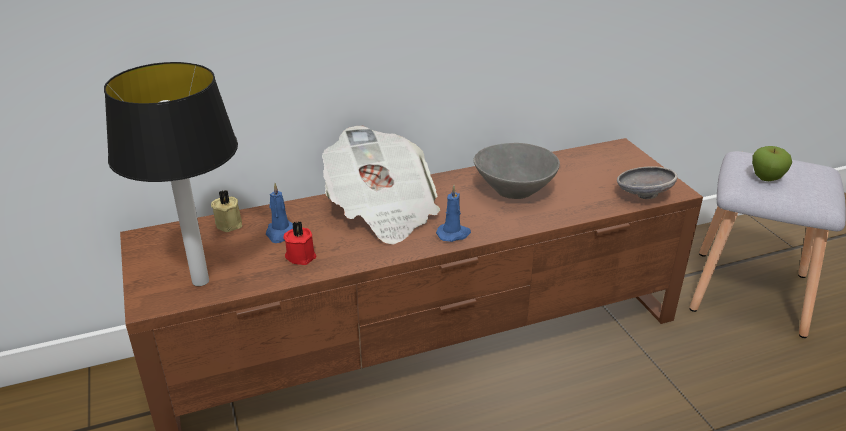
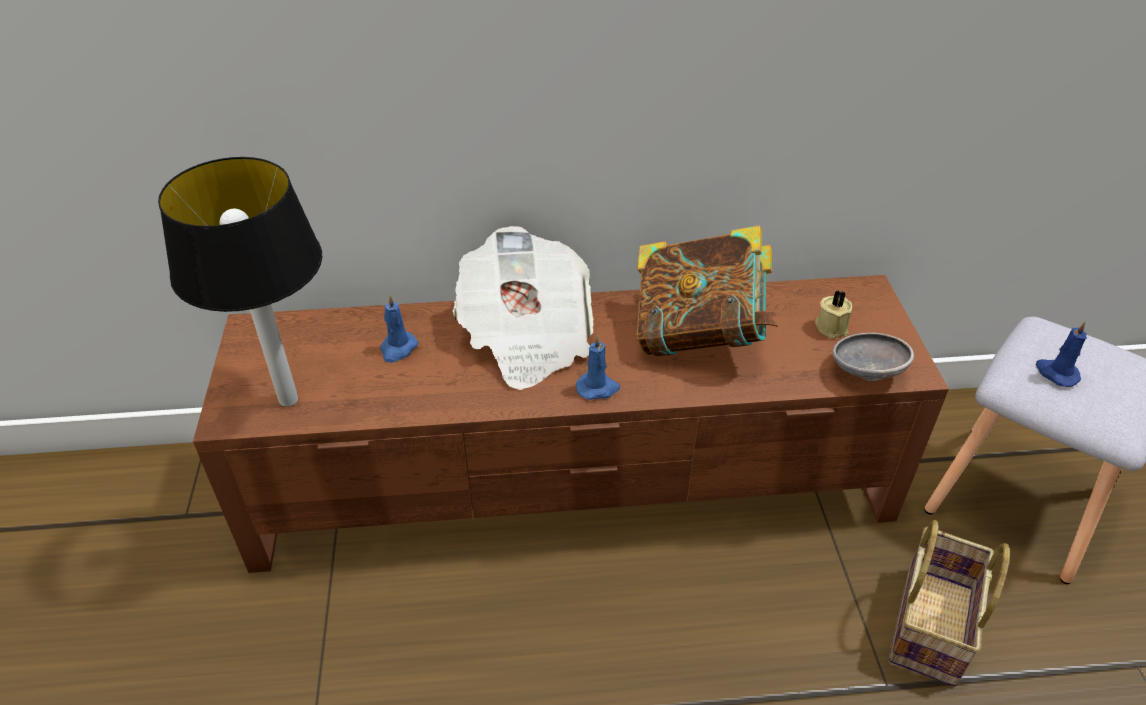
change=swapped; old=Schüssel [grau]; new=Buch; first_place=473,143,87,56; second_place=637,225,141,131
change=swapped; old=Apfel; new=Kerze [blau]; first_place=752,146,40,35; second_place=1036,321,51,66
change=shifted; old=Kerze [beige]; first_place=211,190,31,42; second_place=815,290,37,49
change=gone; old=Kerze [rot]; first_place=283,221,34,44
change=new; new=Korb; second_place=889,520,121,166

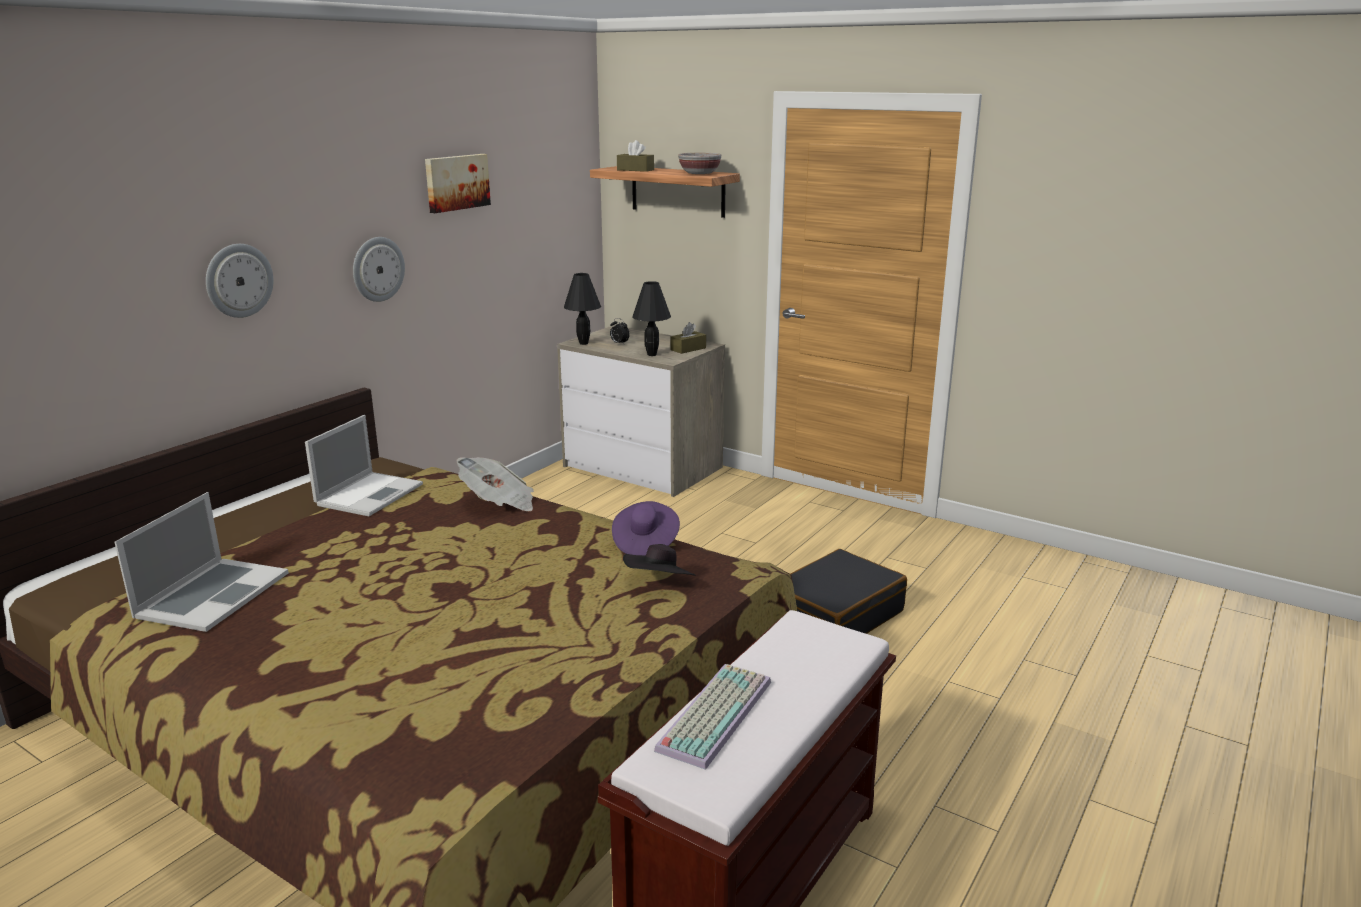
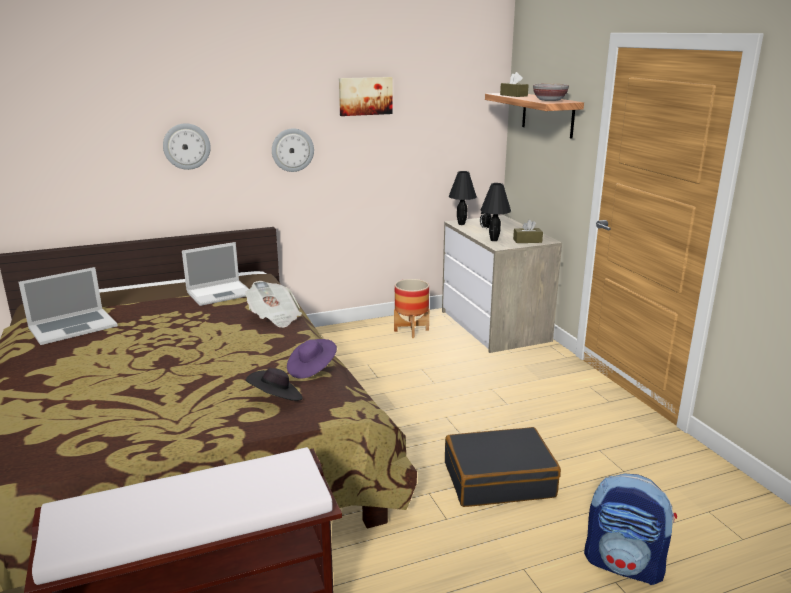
change=gone; old=Tastatur; first_place=654,664,117,106
change=new; new=Pflanzkübel; second_place=394,279,36,59
change=new; new=Rucksack; second_place=584,474,93,111

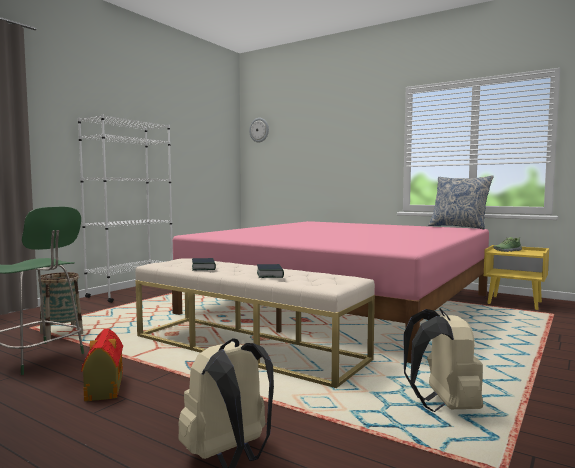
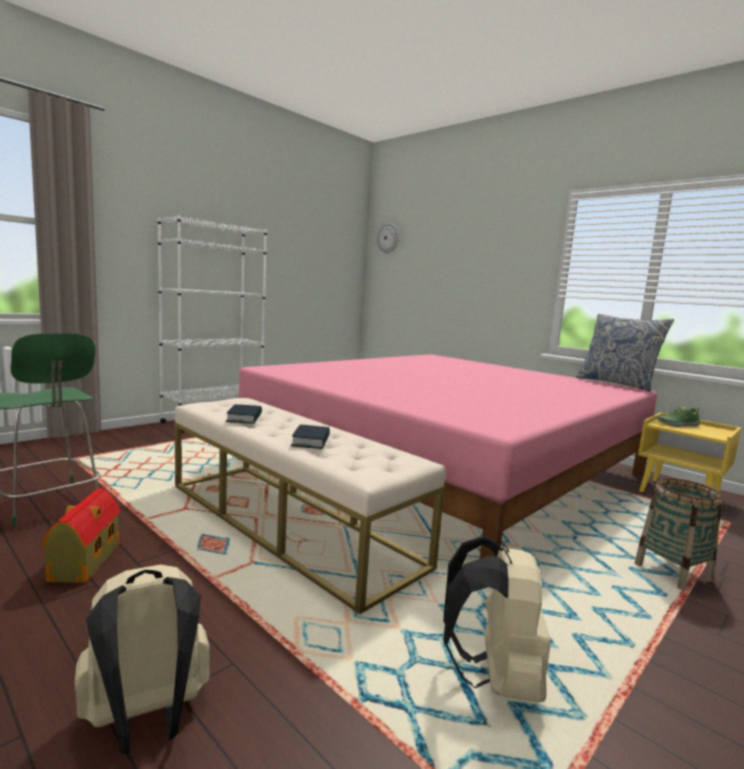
change=shifted; old=Korb; first_place=38,272,45,69; second_place=634,478,88,112

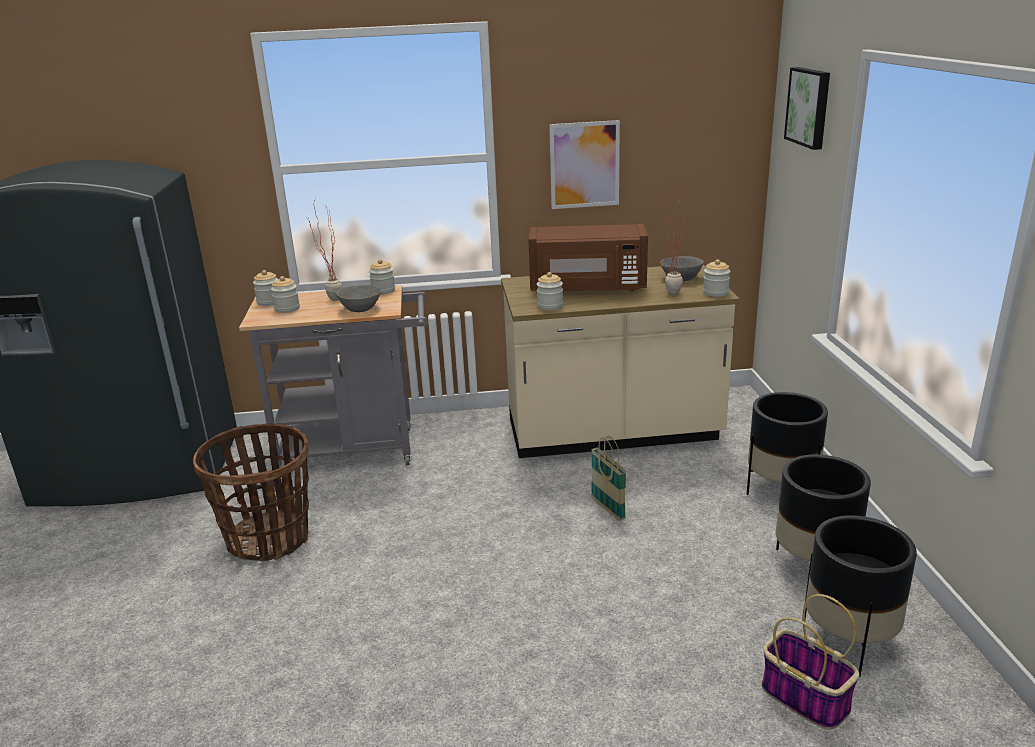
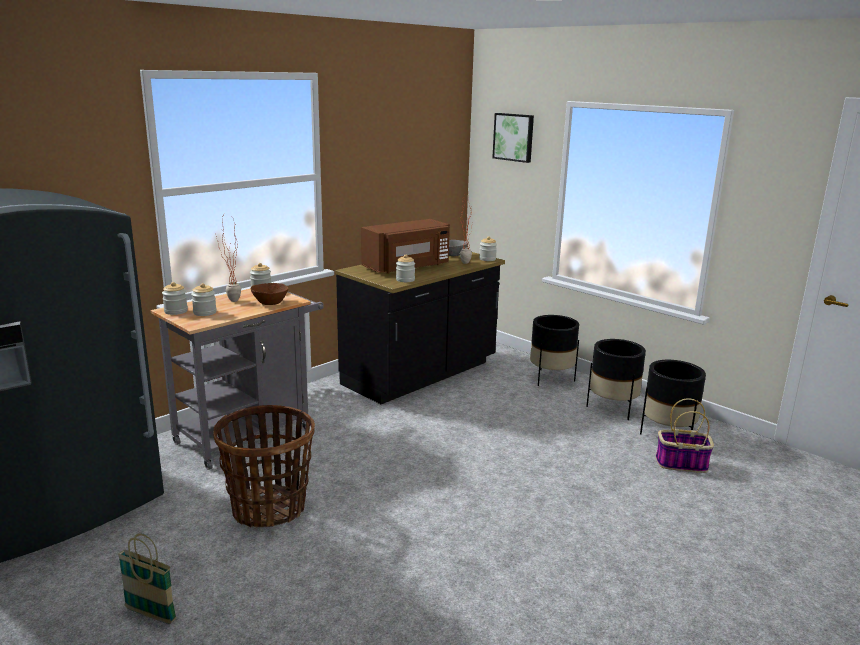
change=gone; old=Bild; first_place=549,120,71,89
change=repainted; old=Küchenzeile [beige]; new=Küchenzeile [schwarz]; first_place=501,265,239,193; second_place=335,252,170,152
change=repainted; old=Schüssel [grau]; new=Schüssel [braun]; first_place=336,285,45,27; second_place=251,283,37,22
change=shifted; old=Korb; first_place=591,436,36,85; second_place=118,533,59,91

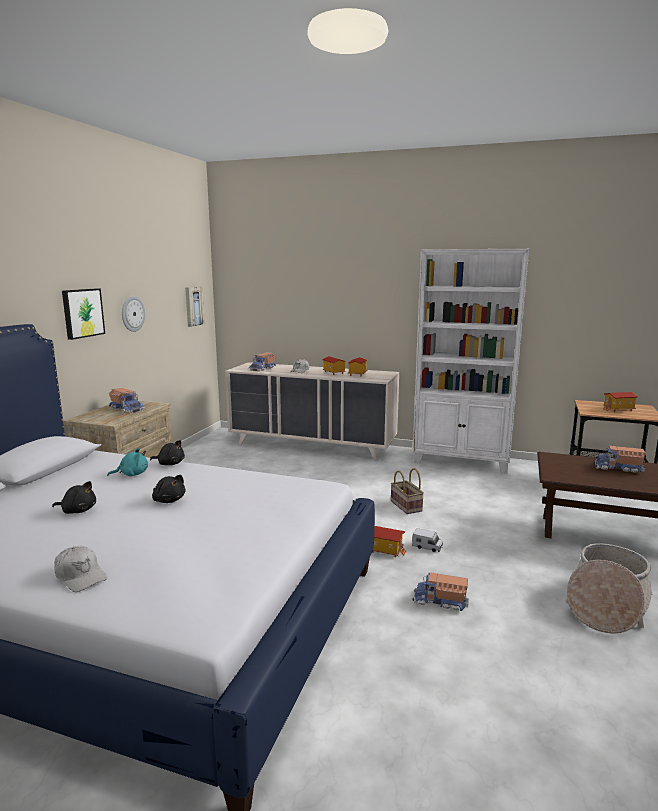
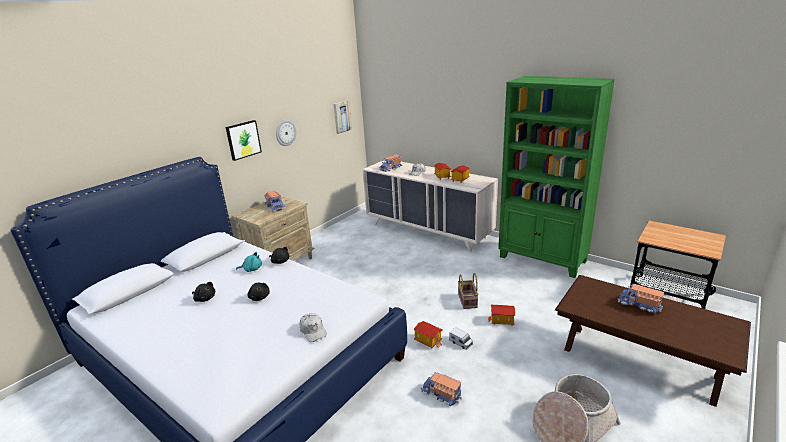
change=repainted; old=Bücherregal [weiß]; new=Bücherregal [grün]; first_place=413,249,116,225; second_place=498,76,117,202
change=shifted; old=Spielzeughaus; first_place=603,392,35,20; second_place=488,305,27,21
change=shifted; old=Kappe [weiß]; first_place=54,546,53,46; second_place=300,313,27,29

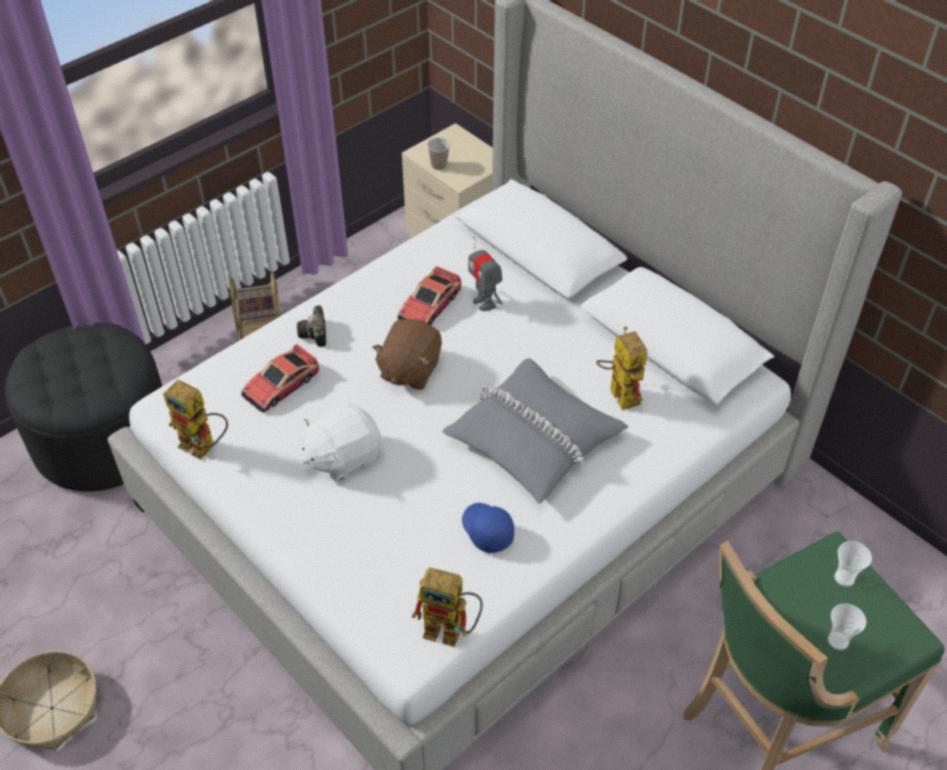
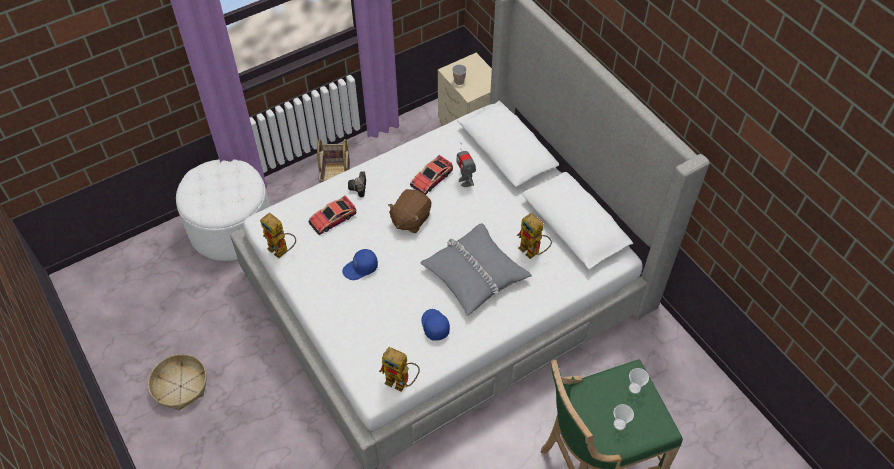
change=repainted; old=Polsterhocker [schwarz]; new=Polsterhocker [weiß]; first_place=5,323,157,169; second_place=176,159,94,102
change=rotated; old=Spielzeugroboter; first_place=596,326,51,84; second_place=517,213,35,46; degrees=150
change=swapped; old=Plüschtier [weiß]; new=Kappe [blau]; first_place=302,403,79,79; second_place=342,249,36,31

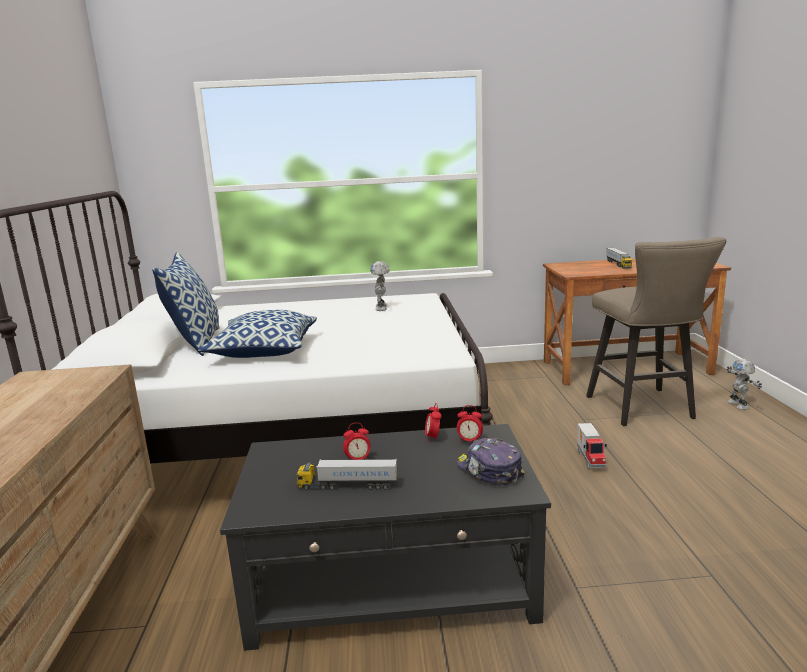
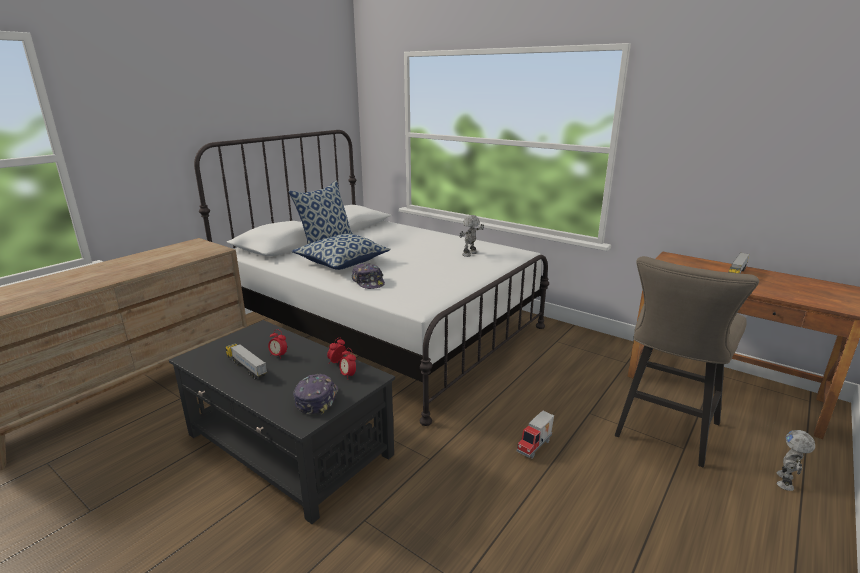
change=new; new=Kappe; second_place=352,263,33,26

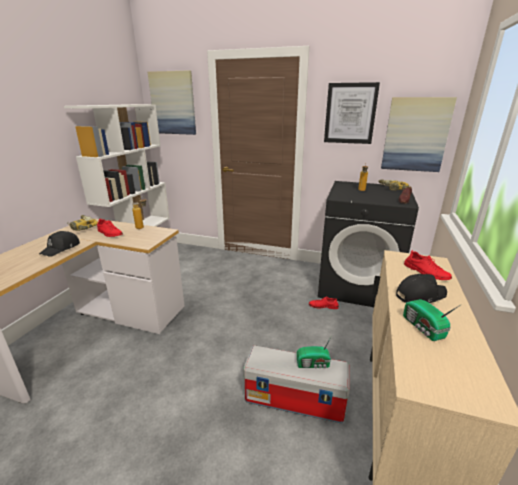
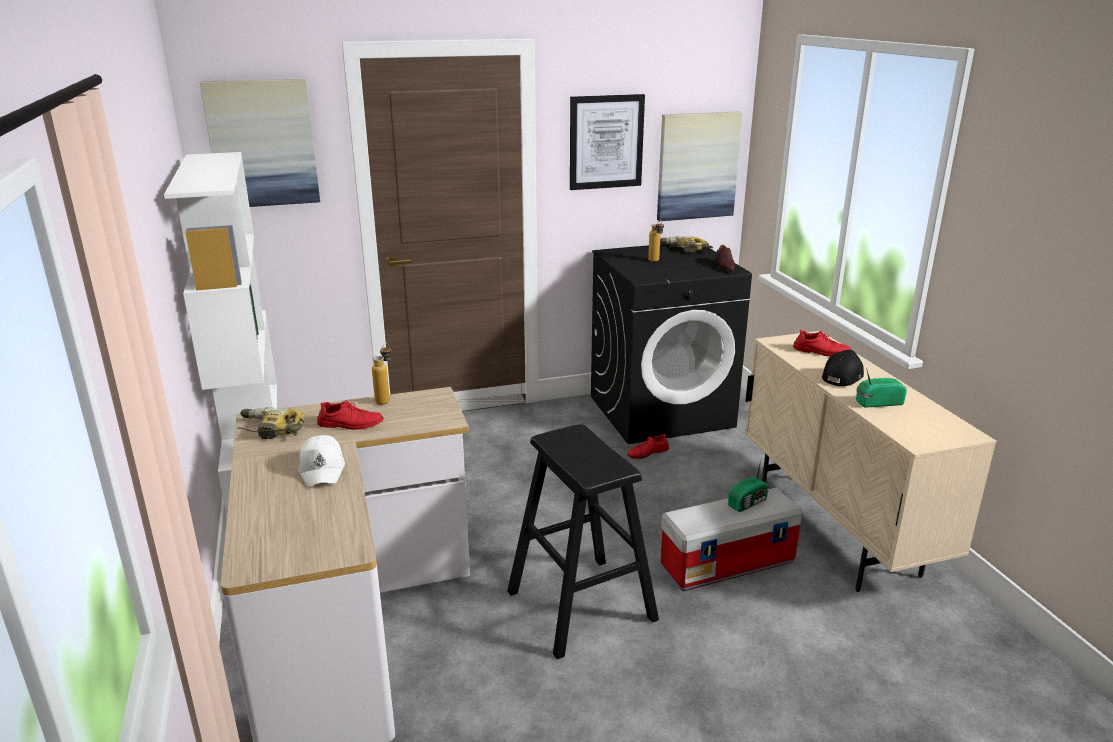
change=repainted; old=Kappe [schwarz]; new=Kappe [weiß]; first_place=39,231,41,26; second_place=299,435,46,52
change=rotated; old=Radio; first_place=403,299,59,42; second_place=856,368,51,40; degrees=135
change=new; new=Hocker [schwarz]; second_place=507,424,152,235

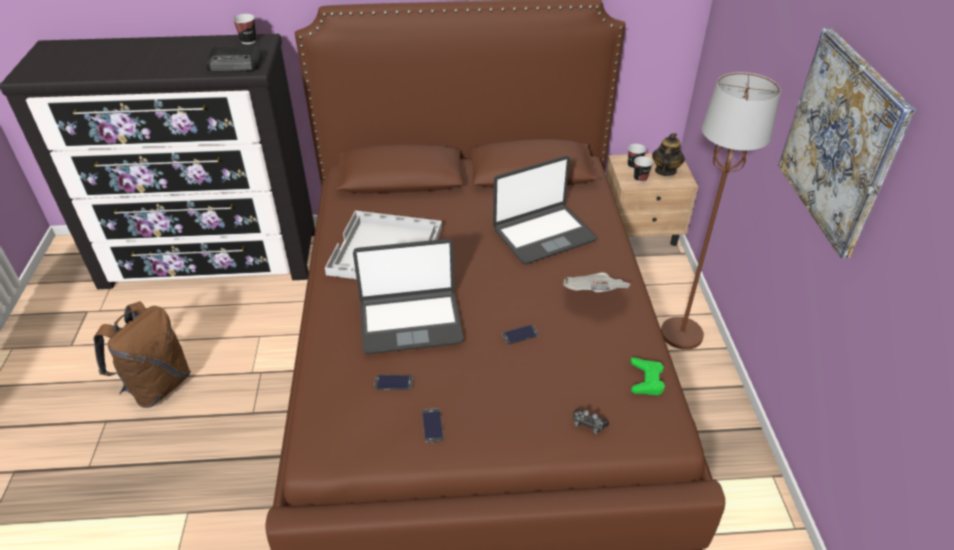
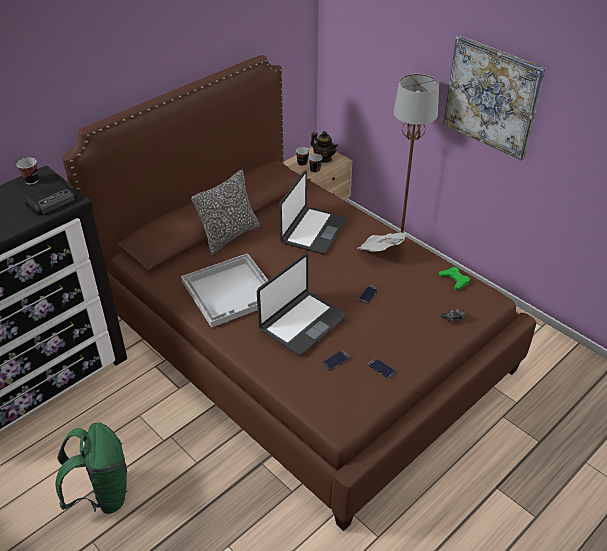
change=rotated; old=Teekanne; first_place=652,133,33,43; second_place=311,131,27,32; degrees=150
change=repainted; old=Rucksack [braun]; new=Rucksack [grün]; first_place=94,301,97,107; second_place=55,422,73,92
change=new; new=Kissen; second_place=191,170,69,85

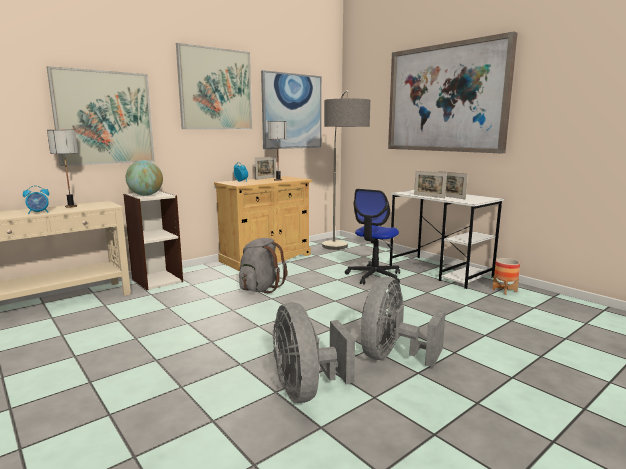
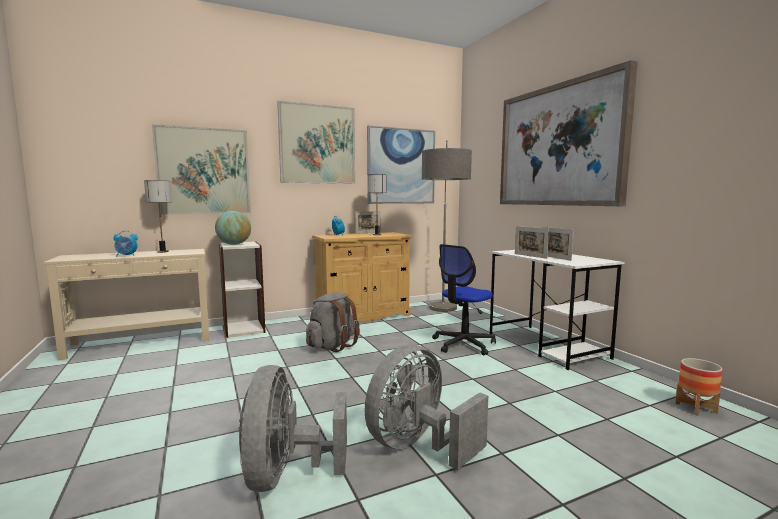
change=shifted; old=Pflanzkübel; first_place=492,258,28,37; second_place=675,358,47,58

